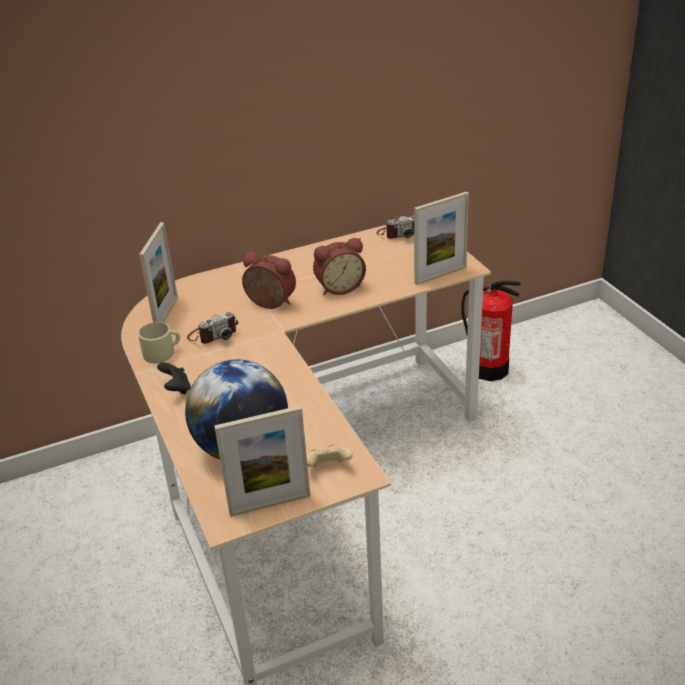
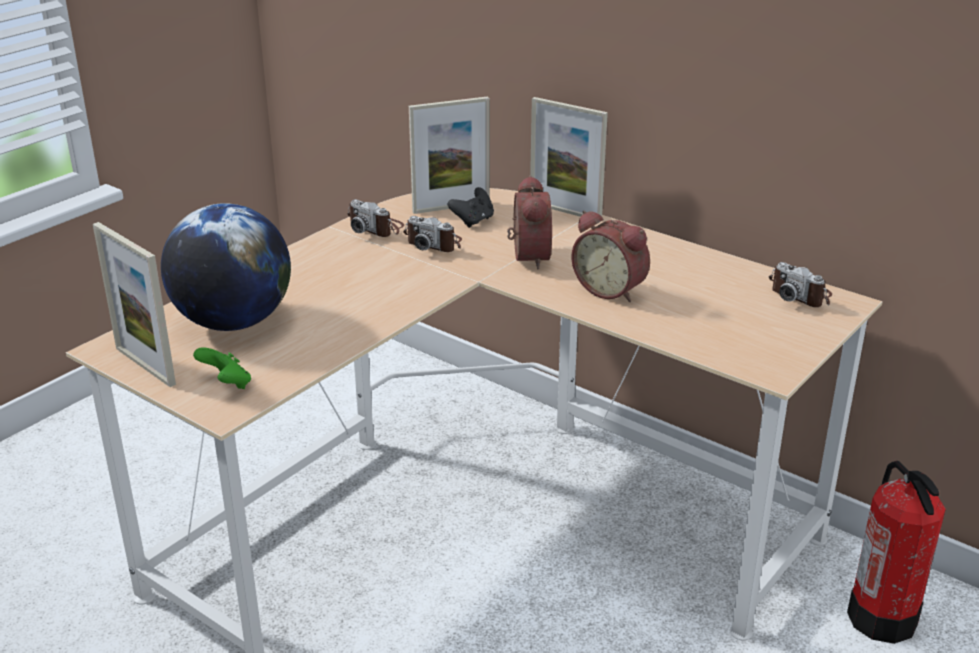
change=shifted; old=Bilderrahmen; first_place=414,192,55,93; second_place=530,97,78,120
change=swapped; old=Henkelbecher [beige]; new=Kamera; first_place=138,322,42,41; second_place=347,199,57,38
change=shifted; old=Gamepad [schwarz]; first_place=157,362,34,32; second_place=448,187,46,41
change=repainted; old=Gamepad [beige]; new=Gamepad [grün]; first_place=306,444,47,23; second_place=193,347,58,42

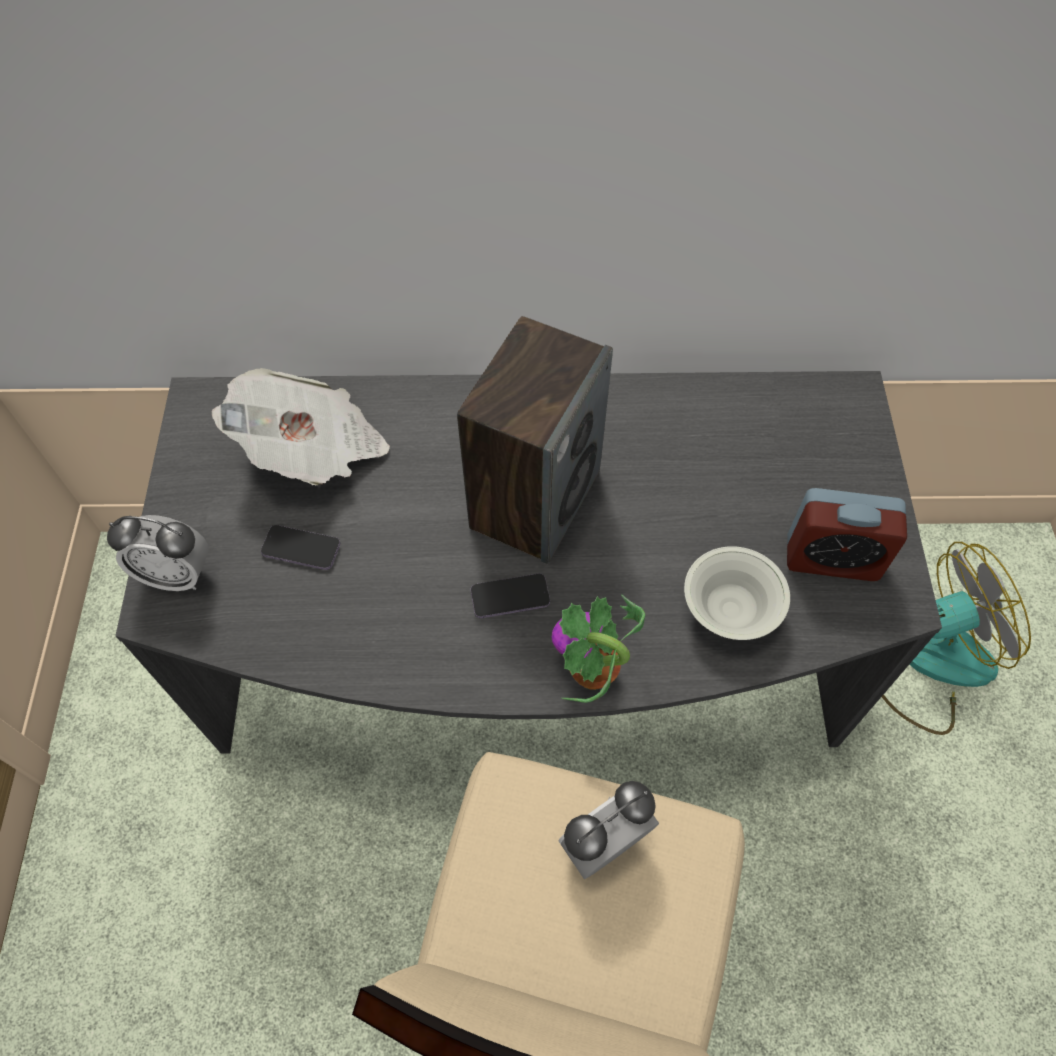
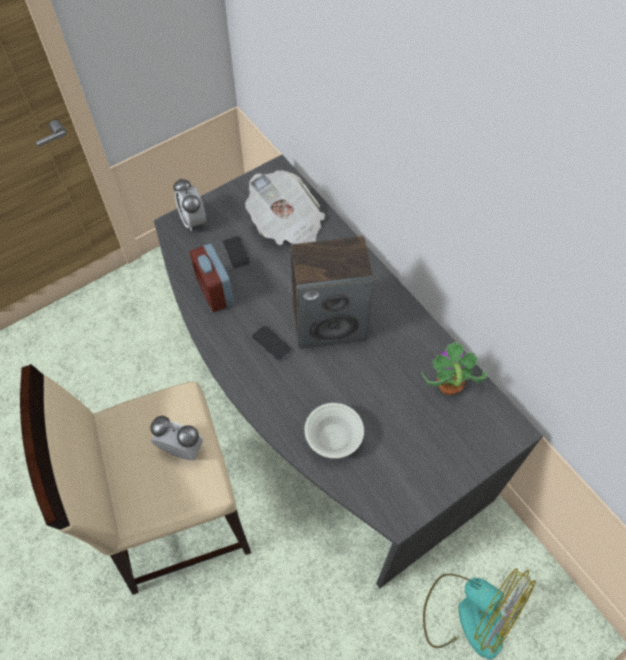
change=shifted; old=Wecker; first_place=787,488,120,93; second_place=190,243,44,69
change=shifted; old=Topfpflanze; first_place=552,594,93,109; second_place=421,342,67,53

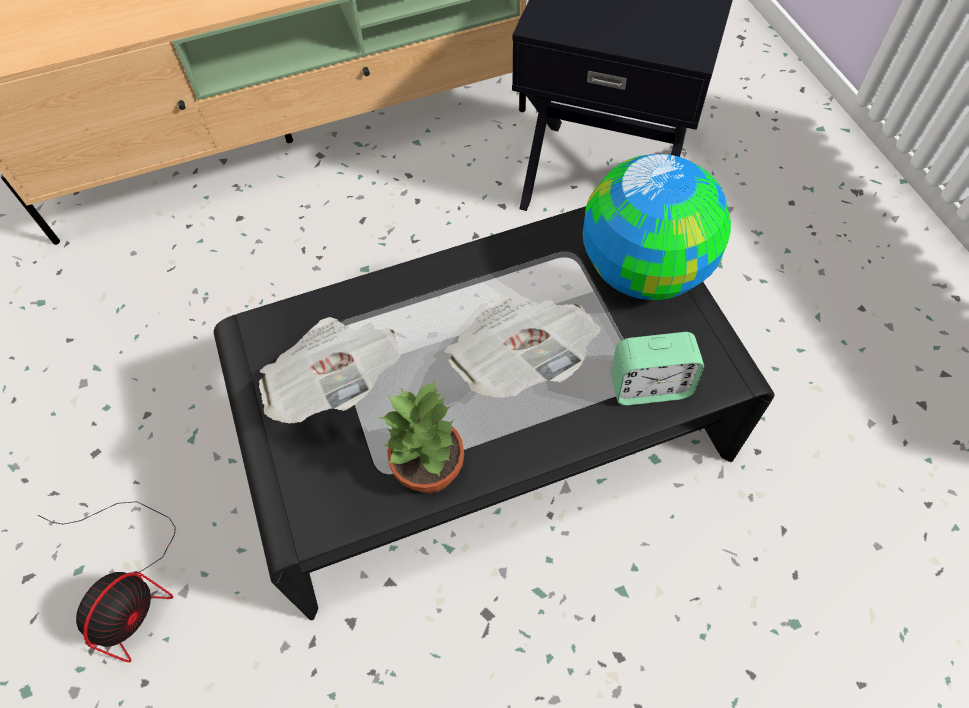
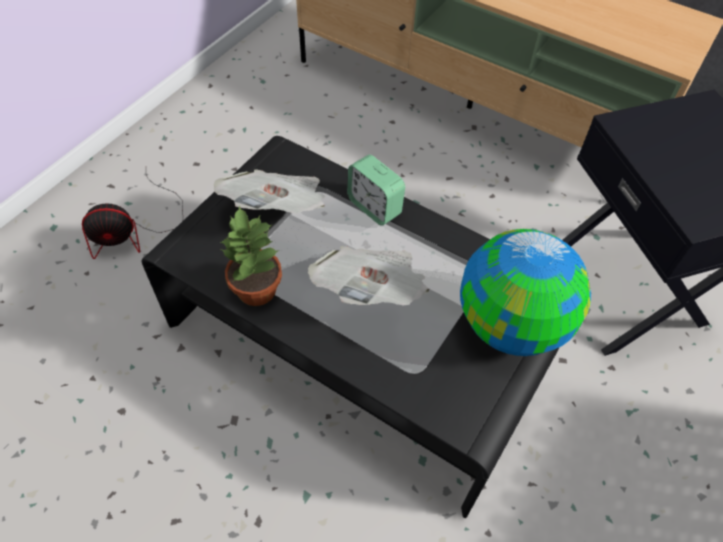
change=shifted; old=Wecker; first_place=611,332,93,73; second_place=347,155,58,71

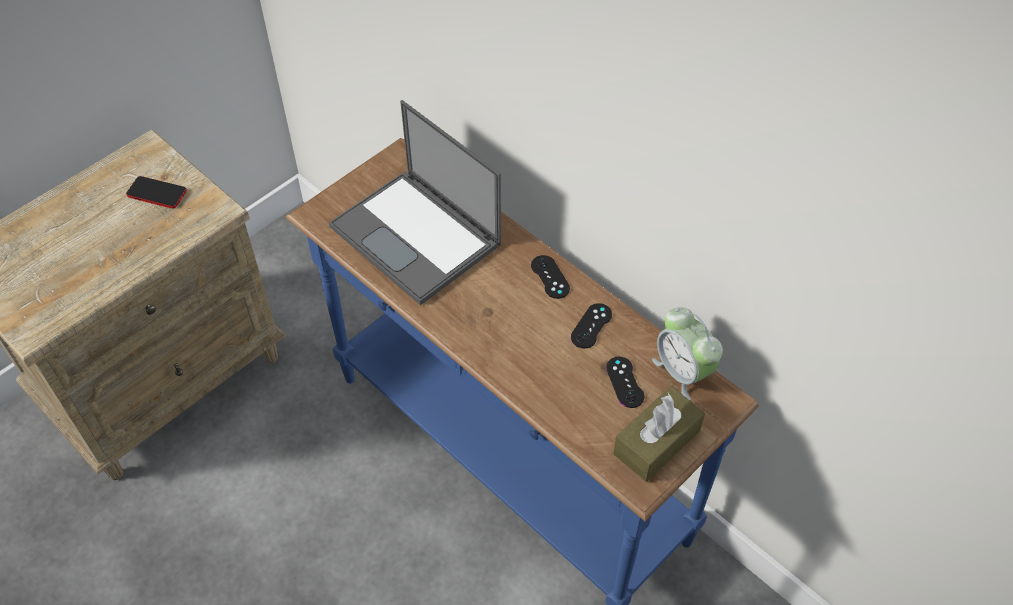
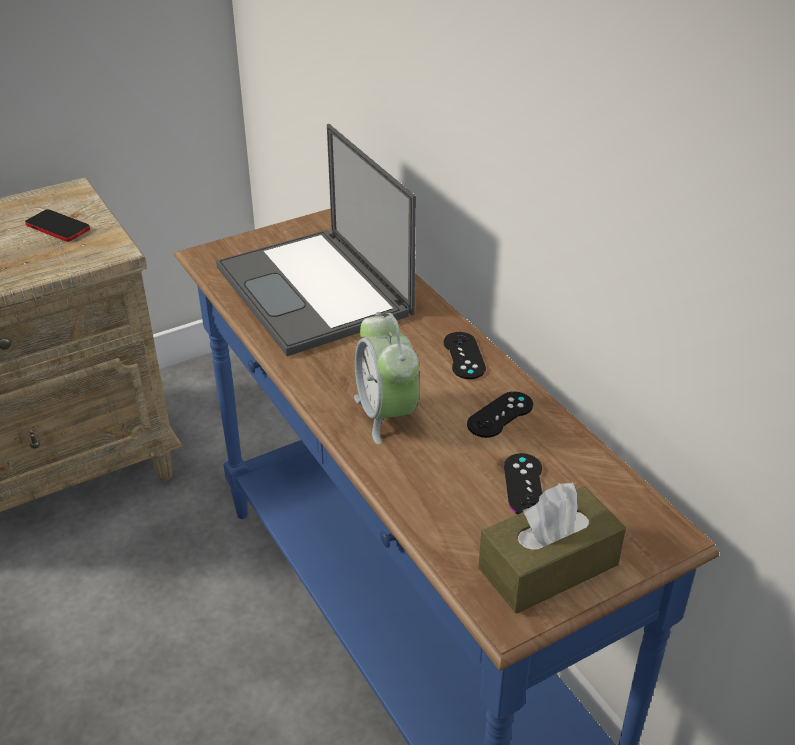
change=shifted; old=Wecker; first_place=652,307,71,93; second_place=354,312,66,133

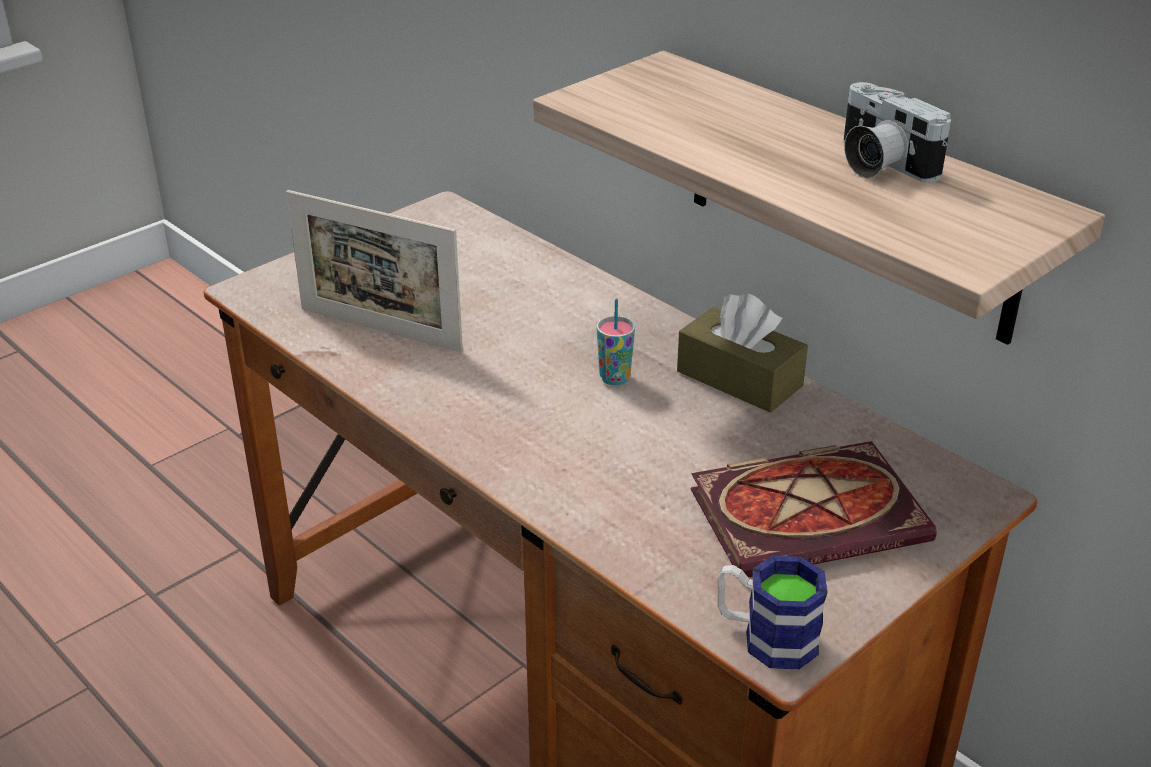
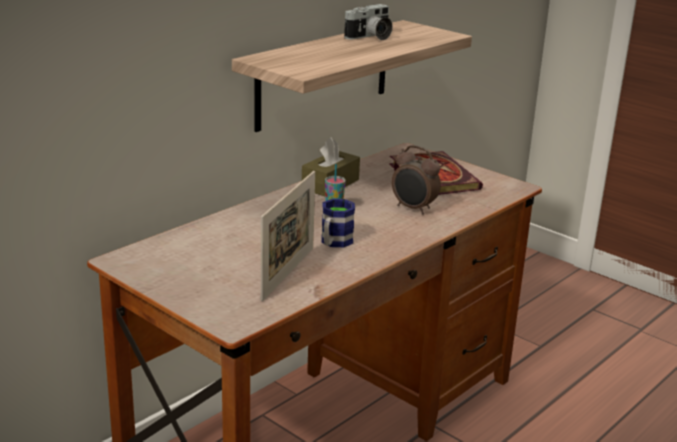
change=shifted; old=Henkelbecher; first_place=717,556,111,113; second_place=321,199,34,48
change=new; new=Wecker; second_place=392,145,49,69

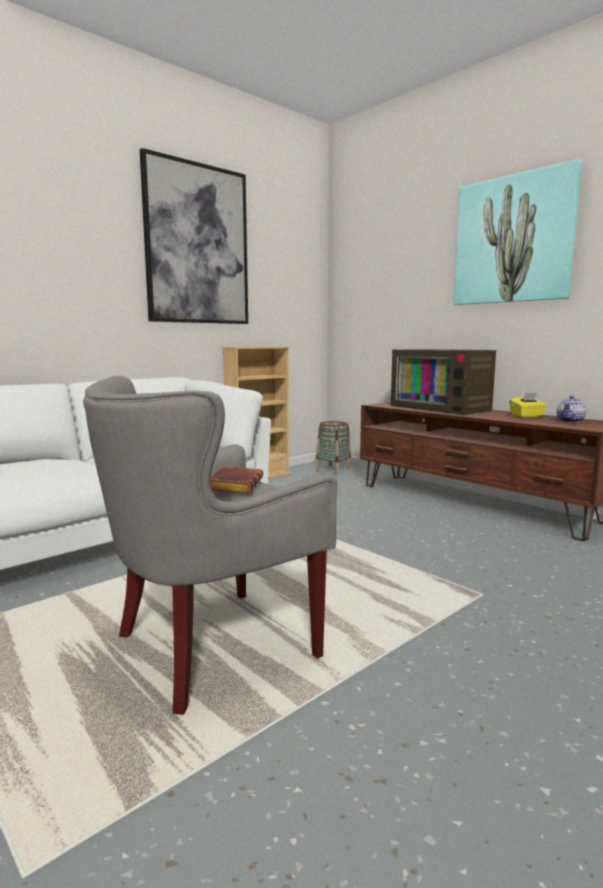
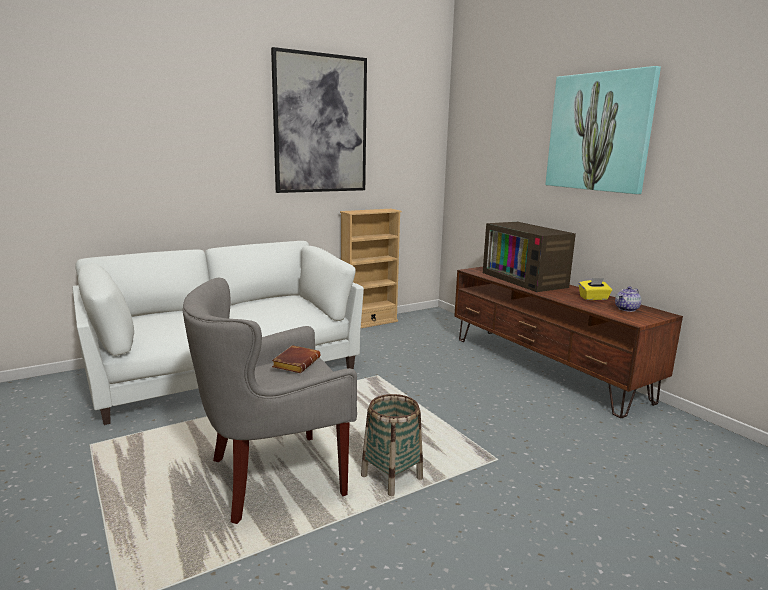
change=shifted; old=Korb; first_place=315,421,36,53; second_place=361,394,62,102

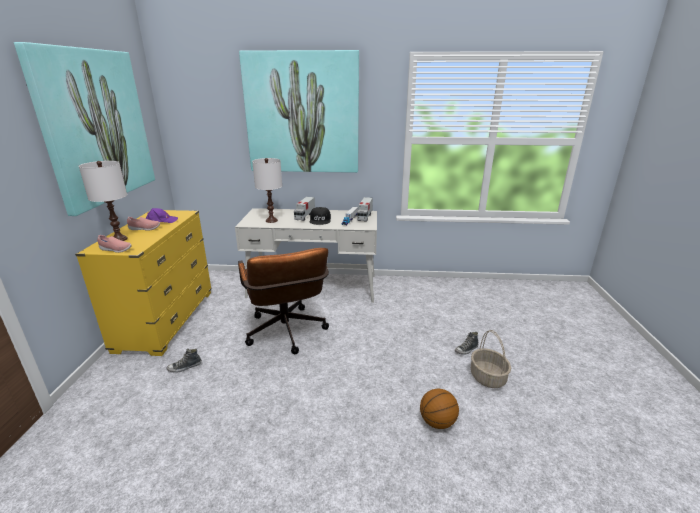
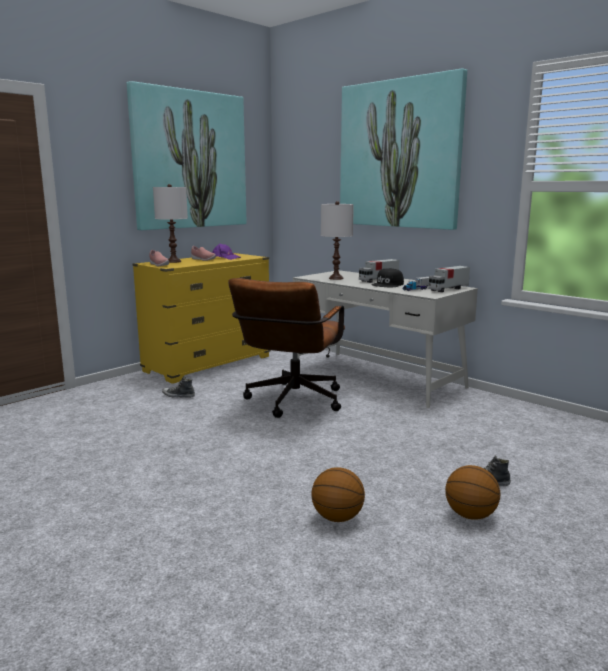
change=swapped; old=Korb; new=Basketball; first_place=471,330,40,58; second_place=445,465,55,55

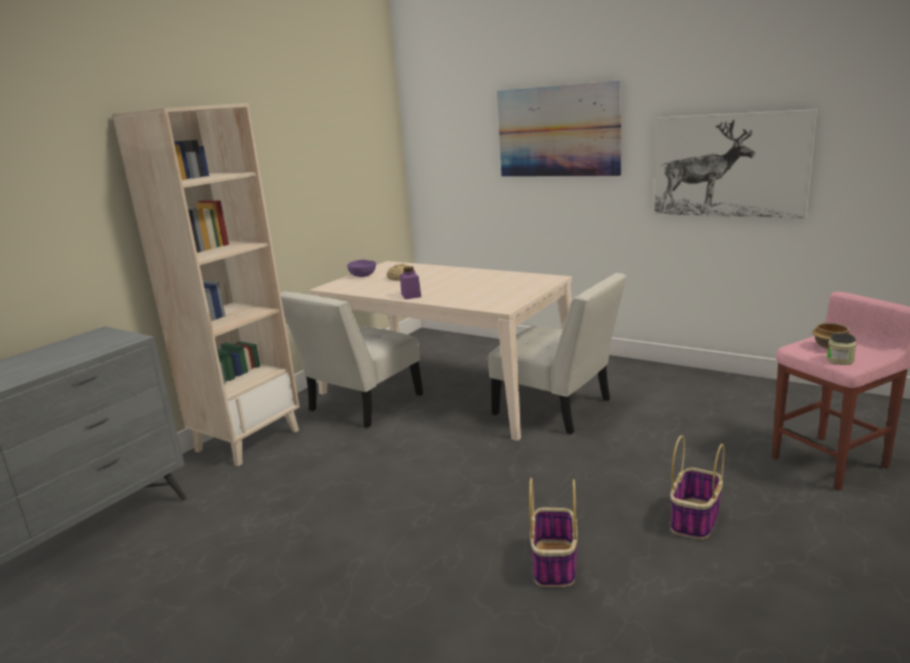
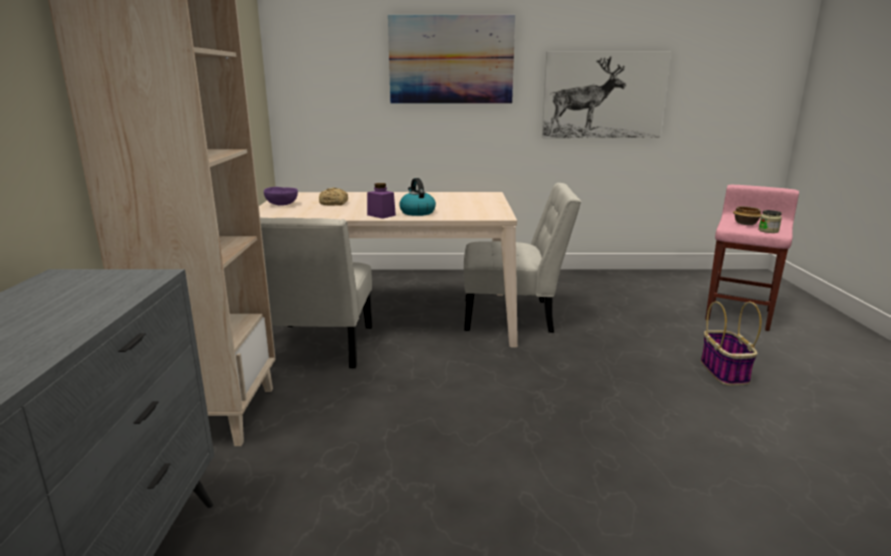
change=gone; old=Korb; first_place=529,478,49,109
change=new; new=Wasserkessel; second_place=399,178,37,38

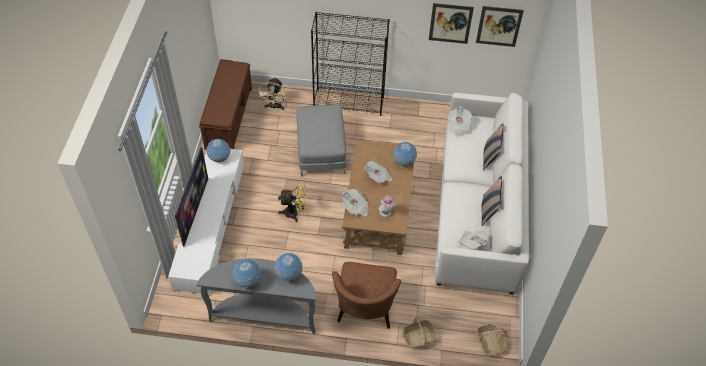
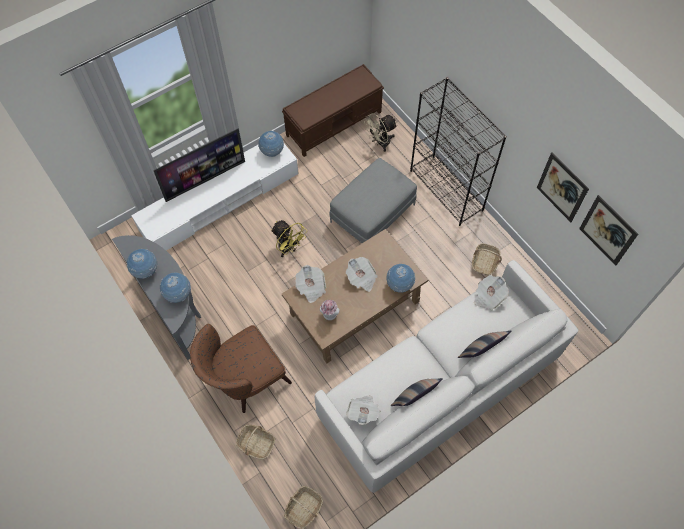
change=new; new=Korb; second_place=472,243,30,32

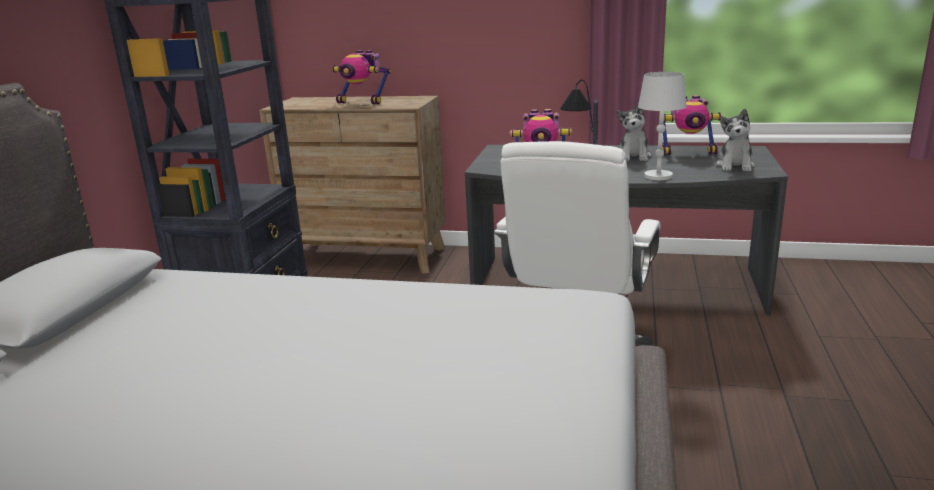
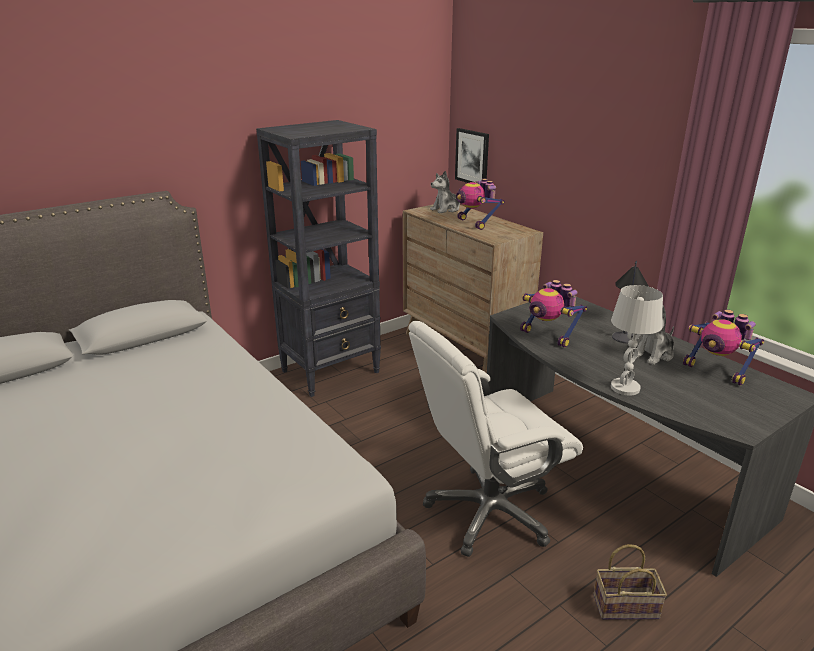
change=shifted; old=Plüschtier; first_place=716,109,39,62; second_place=430,171,30,42
change=new; new=Bild; second_place=455,128,34,55
change=new; new=Korb; second_place=593,544,74,76

